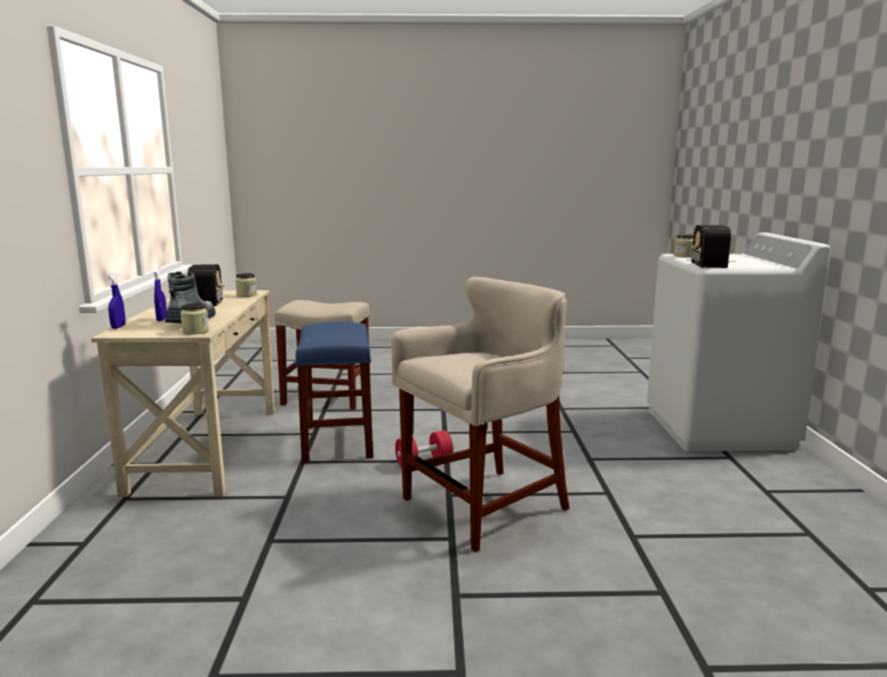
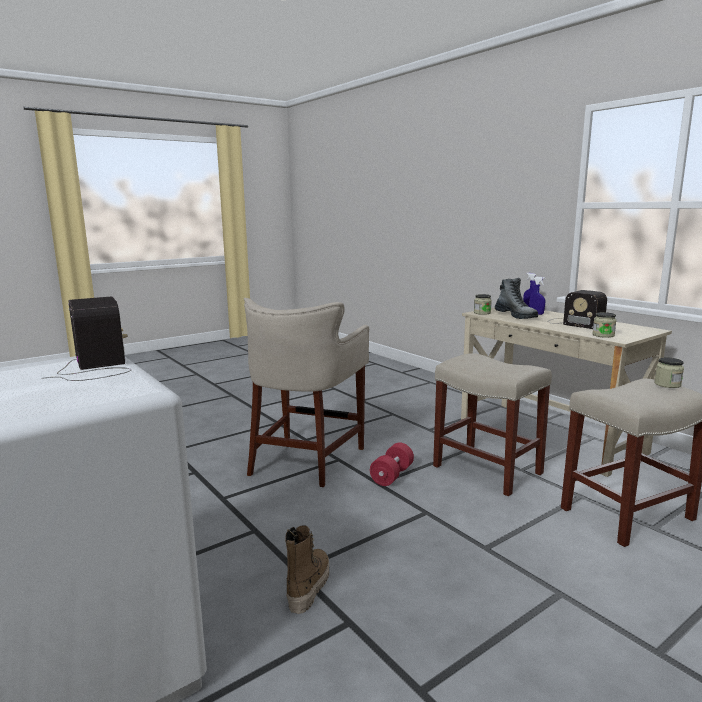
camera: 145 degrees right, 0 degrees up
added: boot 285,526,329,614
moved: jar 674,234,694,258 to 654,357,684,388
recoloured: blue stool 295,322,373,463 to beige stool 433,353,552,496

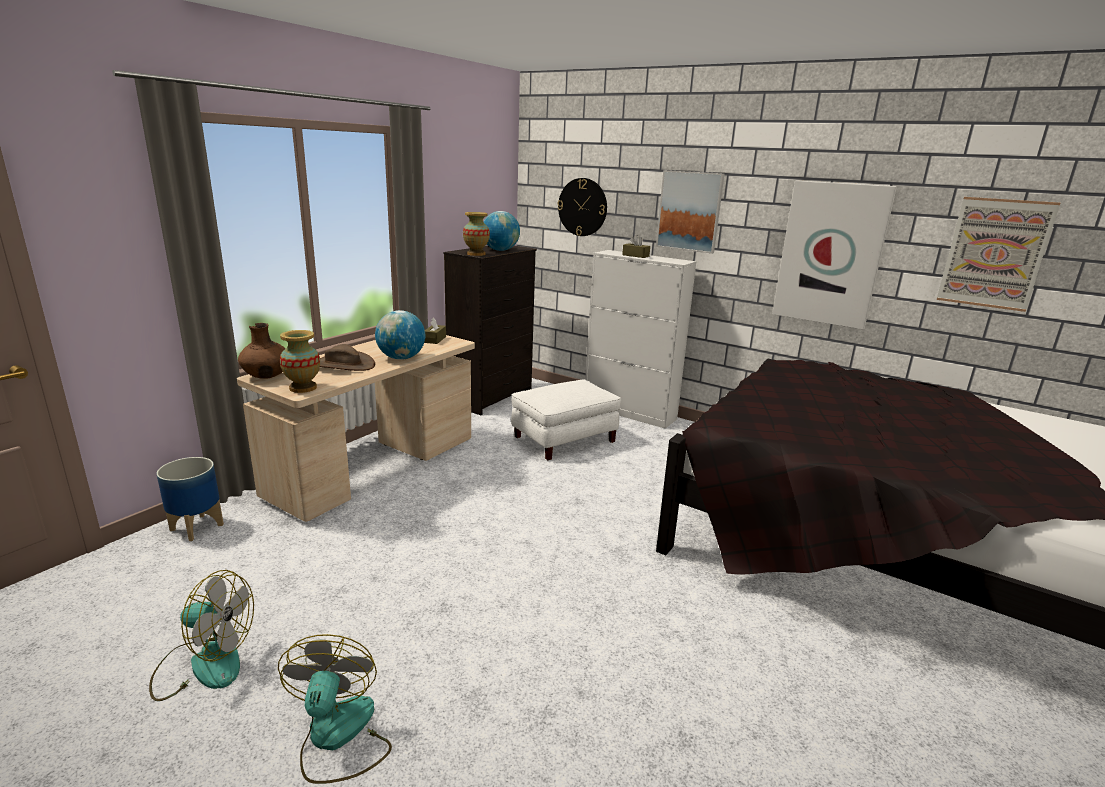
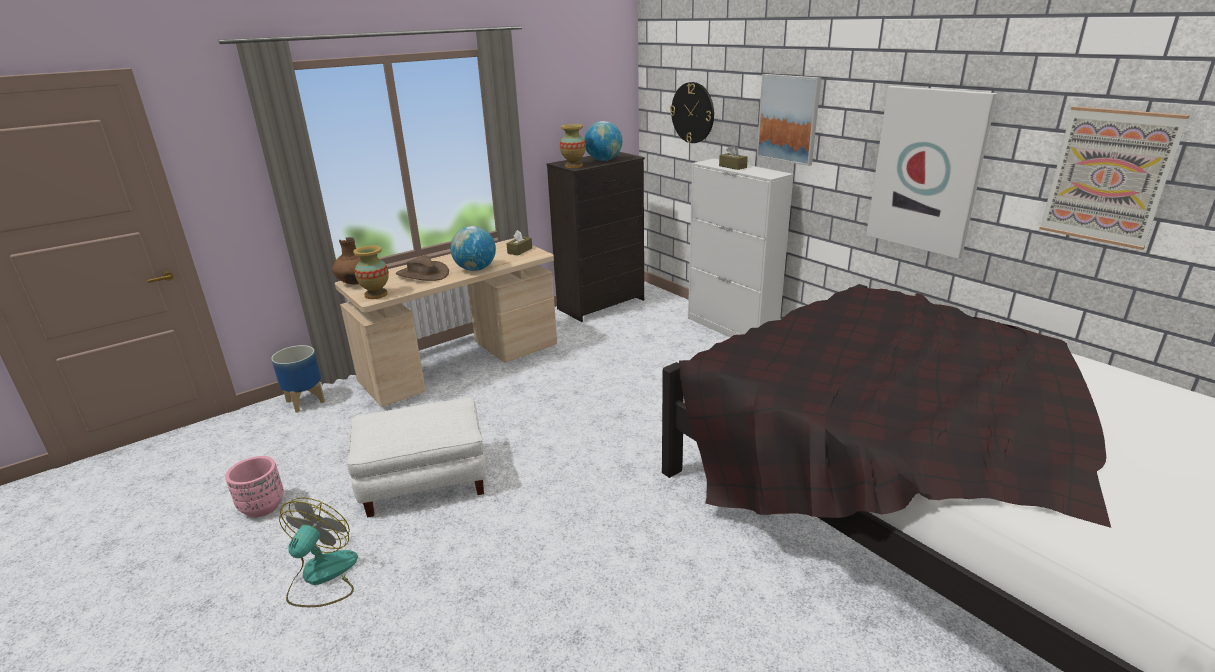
camera: 20 degrees right, 5 degrees up
moved: white ottoman 511,379,621,460 to 347,397,486,517
replaced: fan 149,570,254,701 to pink planter 225,456,284,518

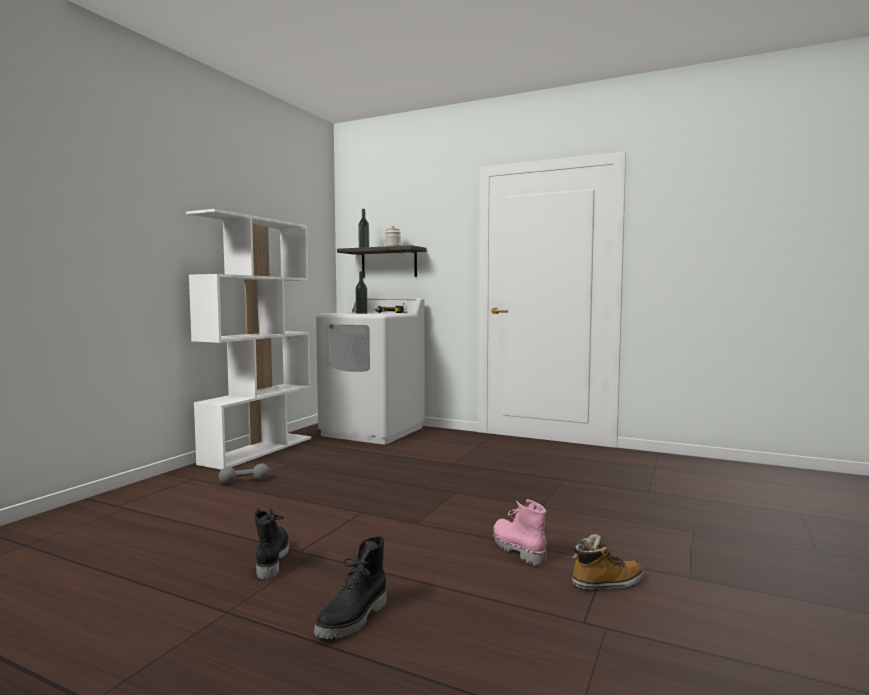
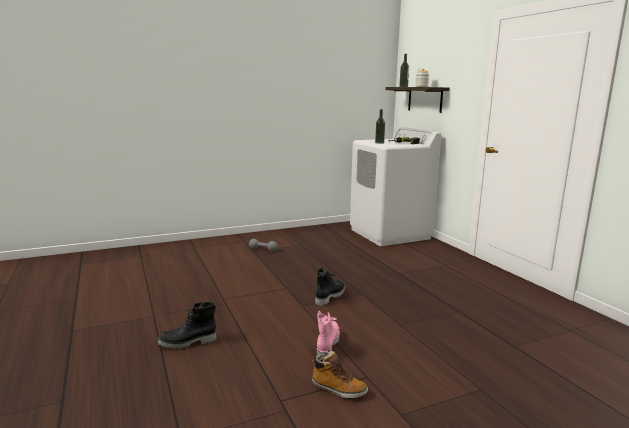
camera: 40 degrees right, 10 degrees up
removed: white bookcase 186,209,311,470
moved: black boot 255,508,289,579 to 315,267,345,306

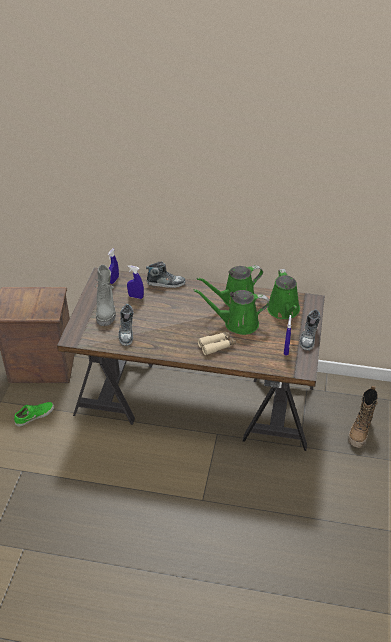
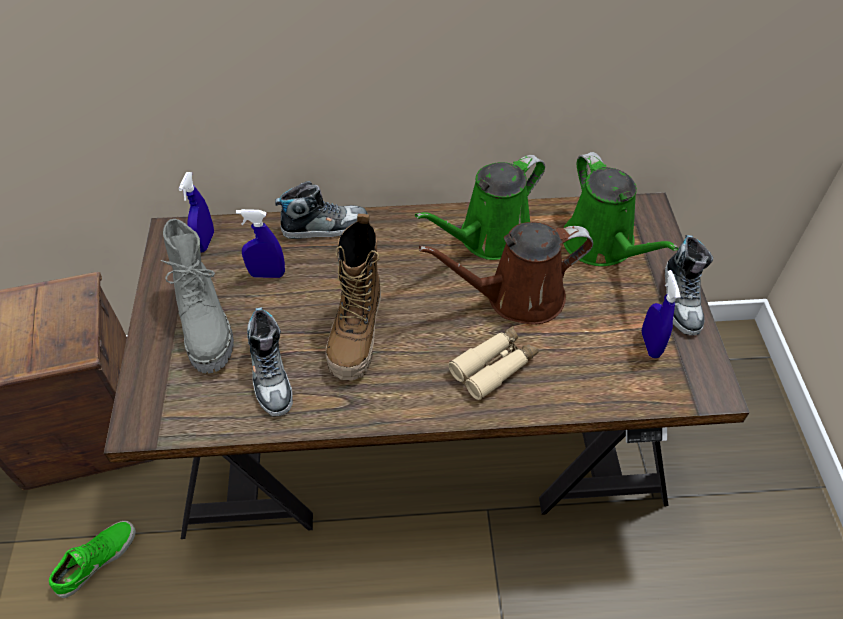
camera: 15 degrees left, 10 degrees up
moved: boot 348,386,378,448 to 326,214,381,381
recoloured: green watering can 194,289,269,335 to brown watering can 419,222,593,325

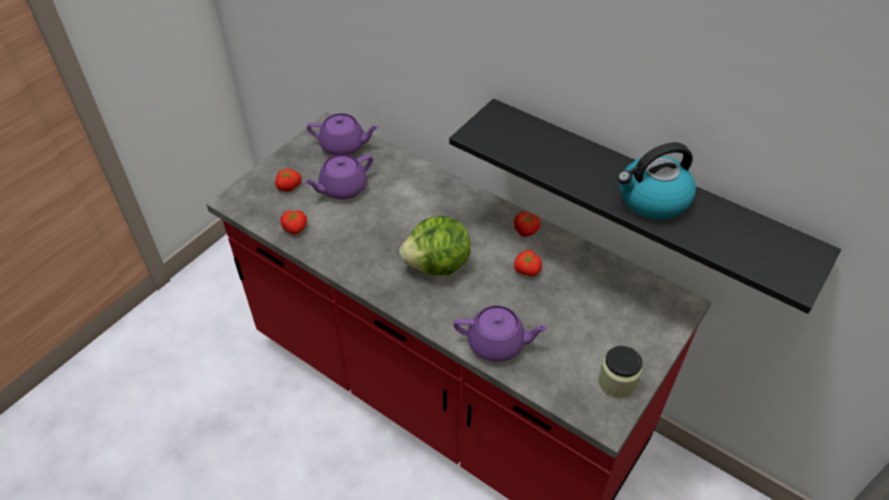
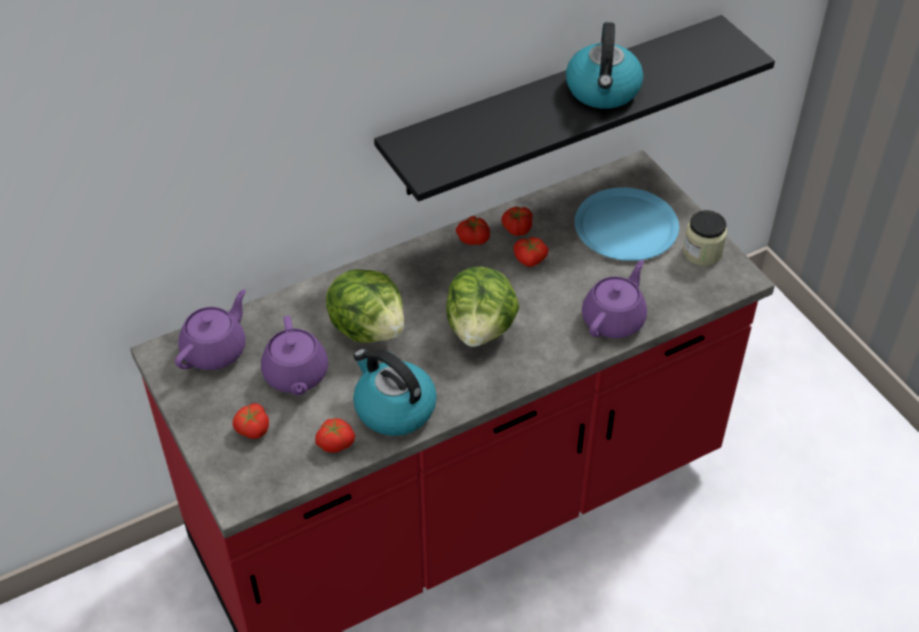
camera: 65 degrees left, 0 degrees up
added: blue plate 575,187,679,261; tomato 501,207,533,236; lettuce 326,269,404,343; kettle 353,349,437,436

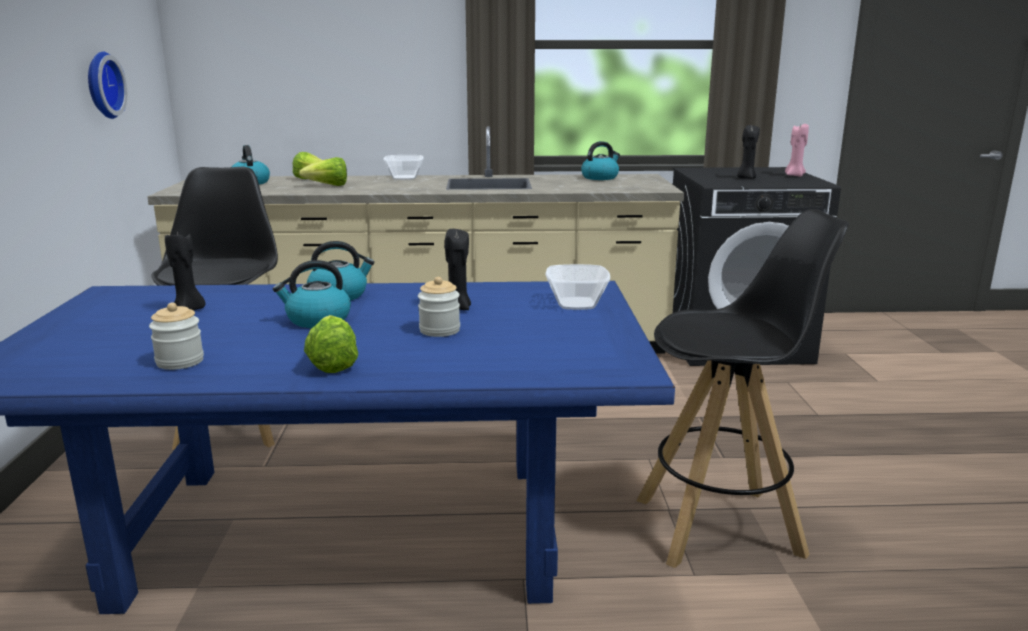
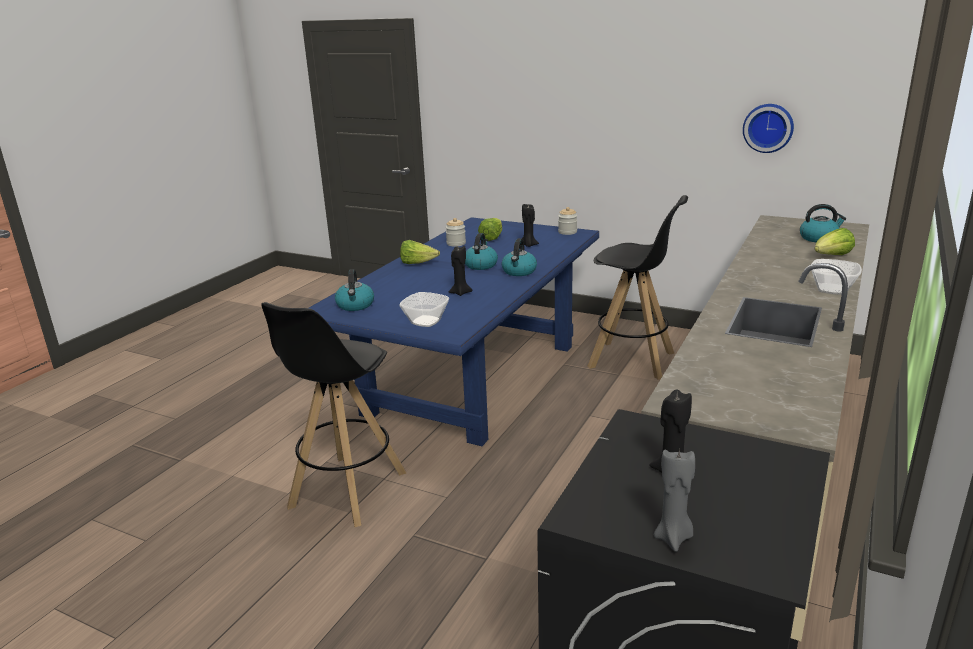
camera: 120 degrees right, 5 degrees up
moved: kettle 581,141,620,180 to 335,269,374,311; lettuce 299,157,347,186 to 478,218,502,241; jar 418,277,460,337 to 558,207,577,235
recoloured: pink candle 785,124,809,177 to grey candle 654,447,695,552

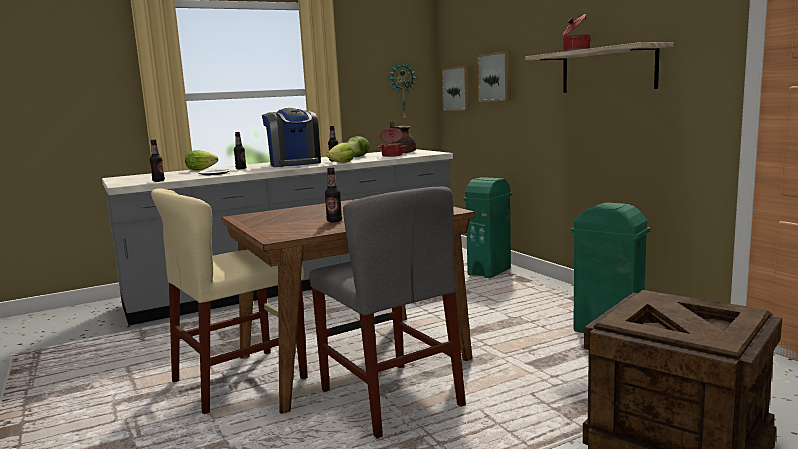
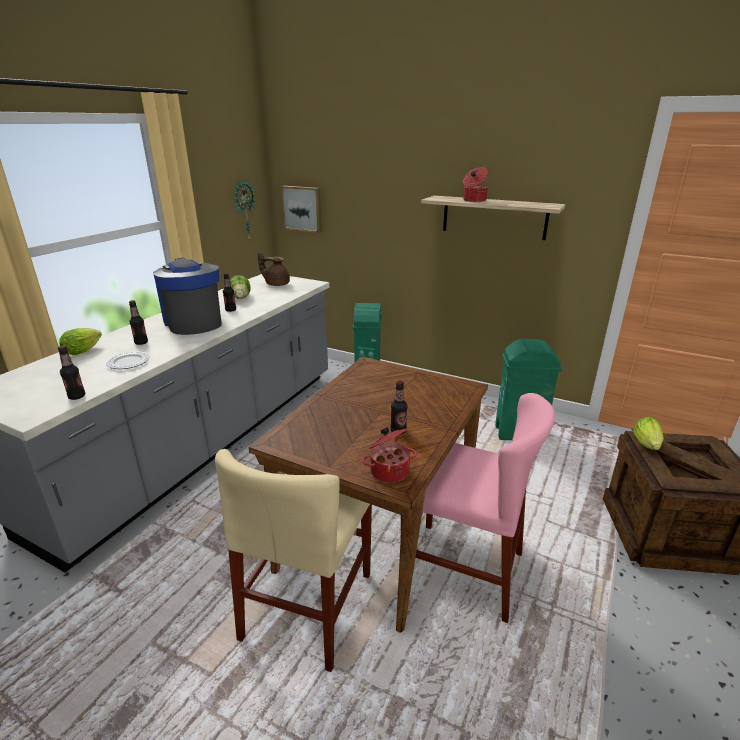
camera: 35 degrees left, 15 degrees up
removed: picture 477,51,511,102
moved: cooking pot 378,128,406,157 to 362,427,417,483; lettuce 327,143,355,163 to 633,417,664,450
recoloured: grey chair 309,186,466,439 to pink chair 401,393,555,623
turned: coffee machine 262,108,321,167 = 153,258,222,335 150 degrees counterclockwise

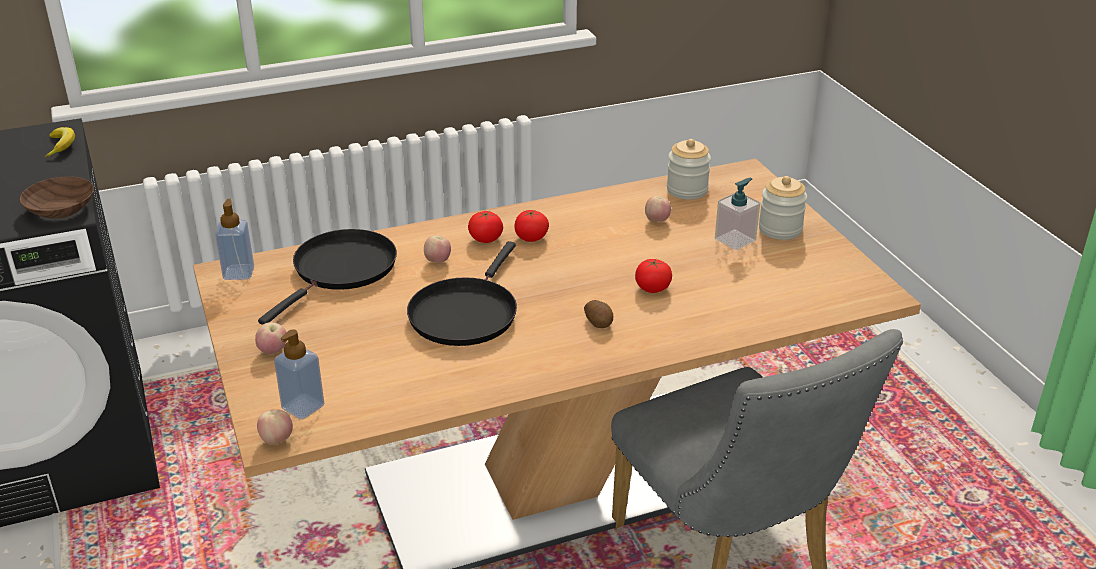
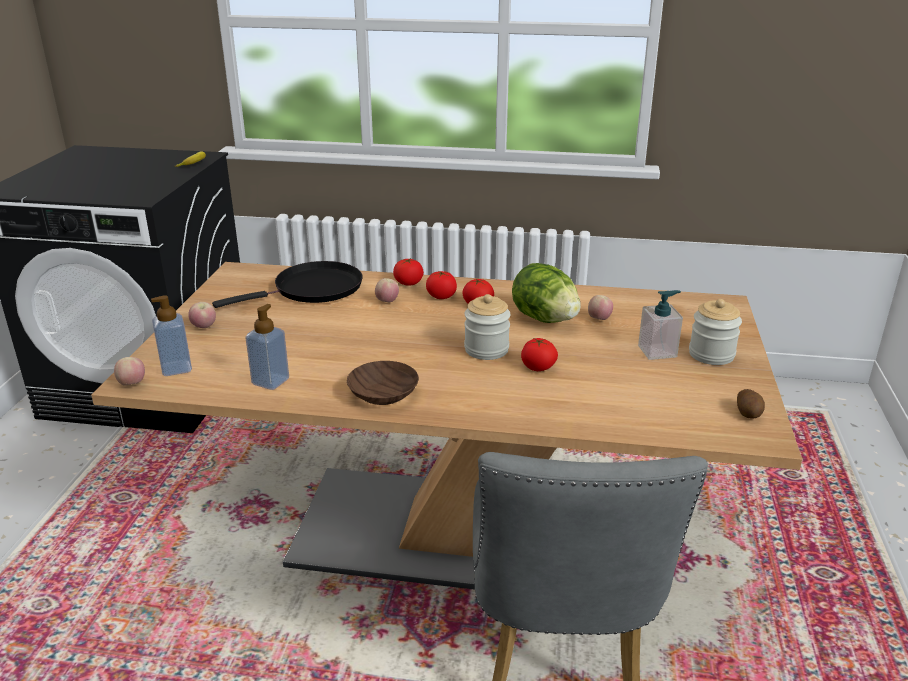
camera: 30 degrees right, 5 degrees down
removed: black frying pan 407,241,517,346
added: tomato 393,258,424,286; lettuce 512,263,581,323
moved: jar 667,139,711,200 to 464,294,510,360; brown bowl 20,176,94,219 to 347,361,419,405; soap dispenser 215,199,254,280 to 245,304,289,390; potato 584,300,613,328 to 737,389,765,419

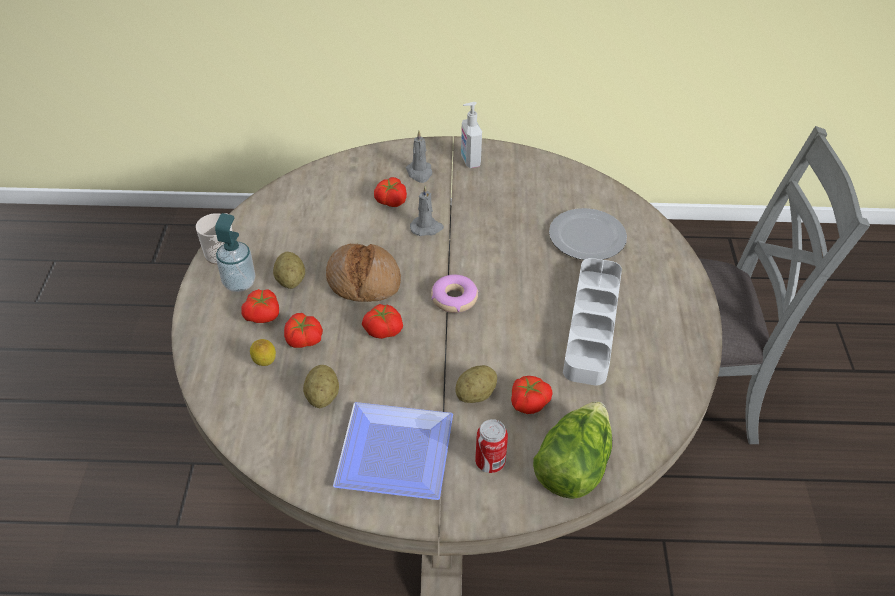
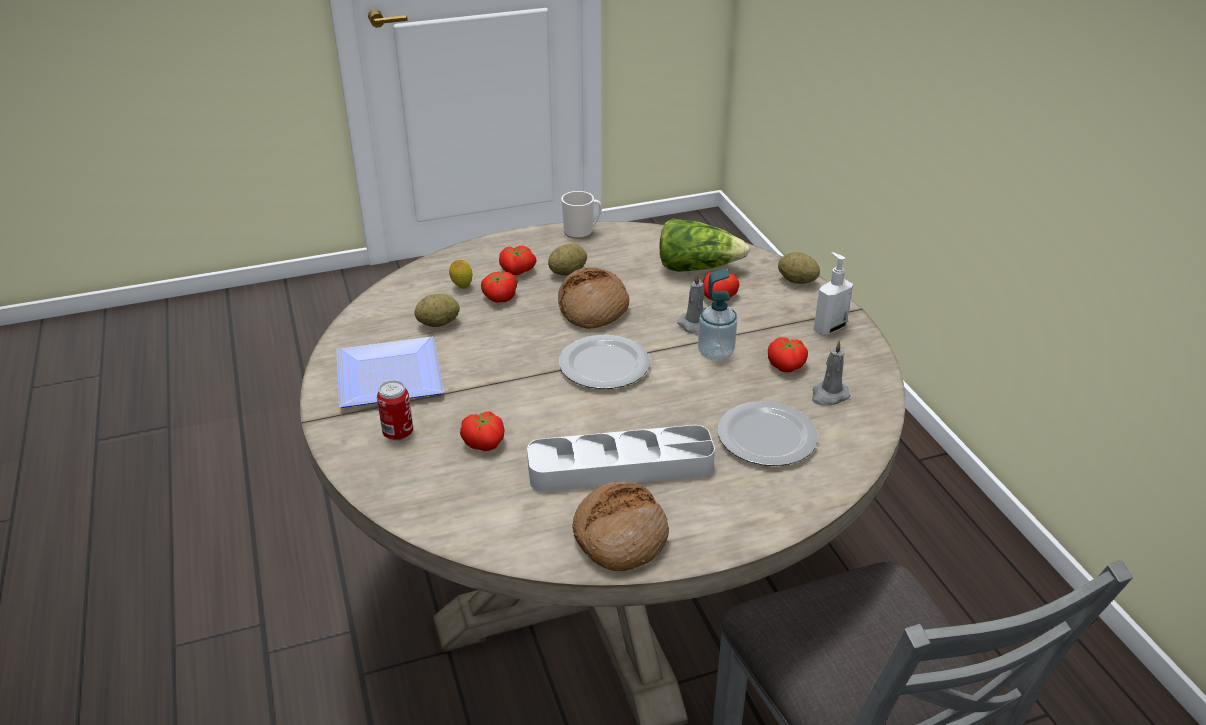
camera: 70 degrees right, 10 degrees down
added: bread 572,482,669,571
moved: grey candle 406,130,432,183 to 812,340,850,405; soap dispenser 215,213,255,292 to 698,268,737,361; tomato 362,304,403,339 to 768,337,808,373; potato 455,365,497,403 to 778,252,820,284; lettuce 533,401,612,499 to 659,218,750,271
replaced: donut 431,274,478,313 to plate 559,335,650,389

